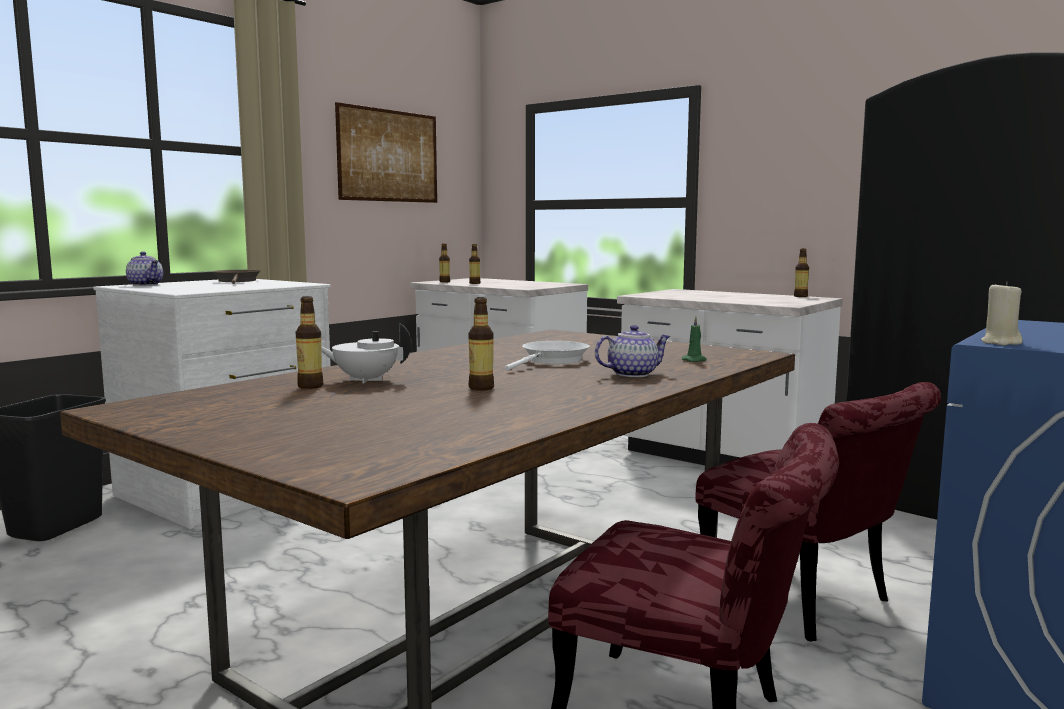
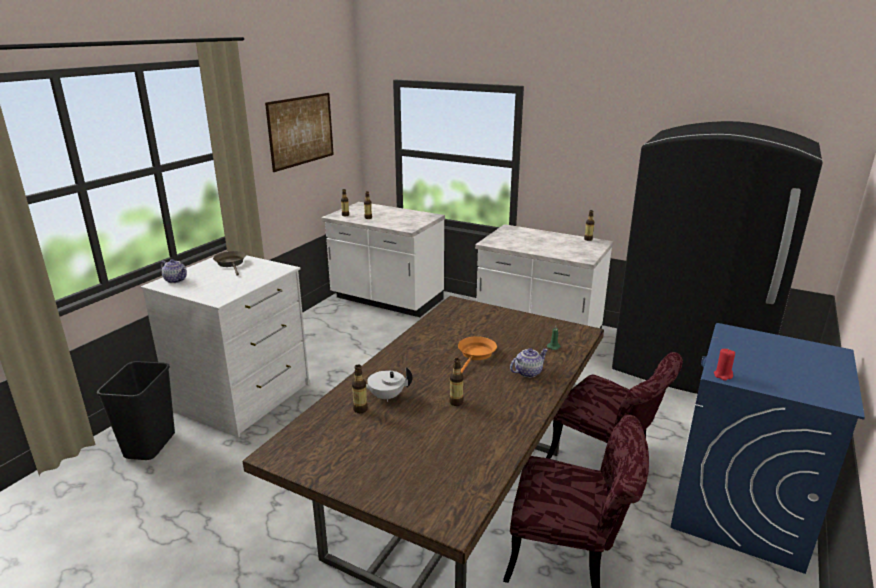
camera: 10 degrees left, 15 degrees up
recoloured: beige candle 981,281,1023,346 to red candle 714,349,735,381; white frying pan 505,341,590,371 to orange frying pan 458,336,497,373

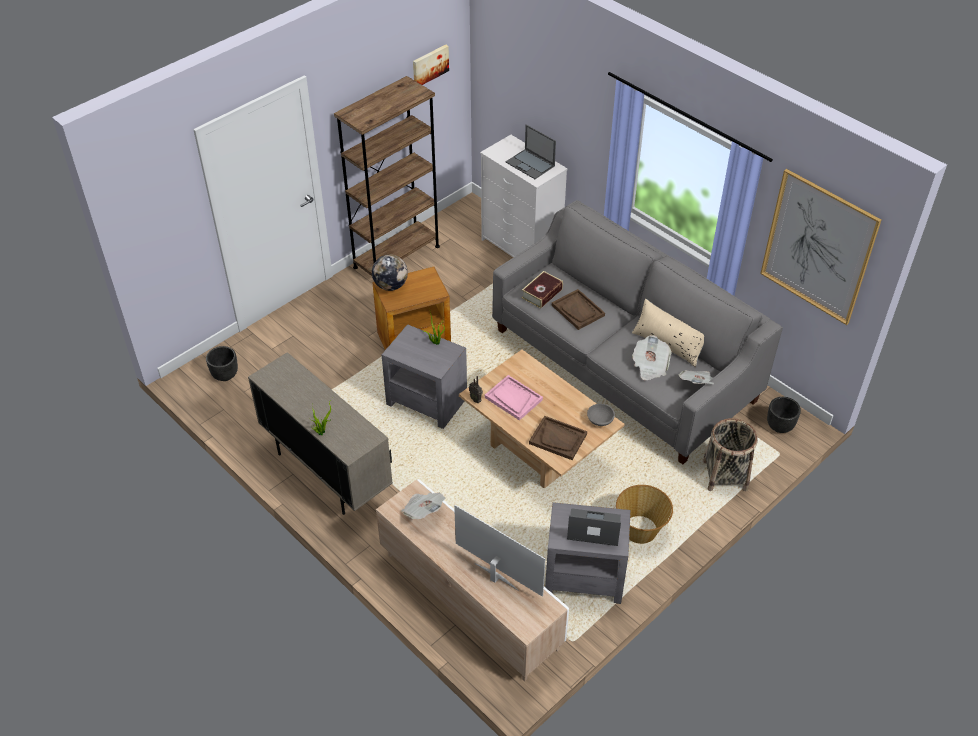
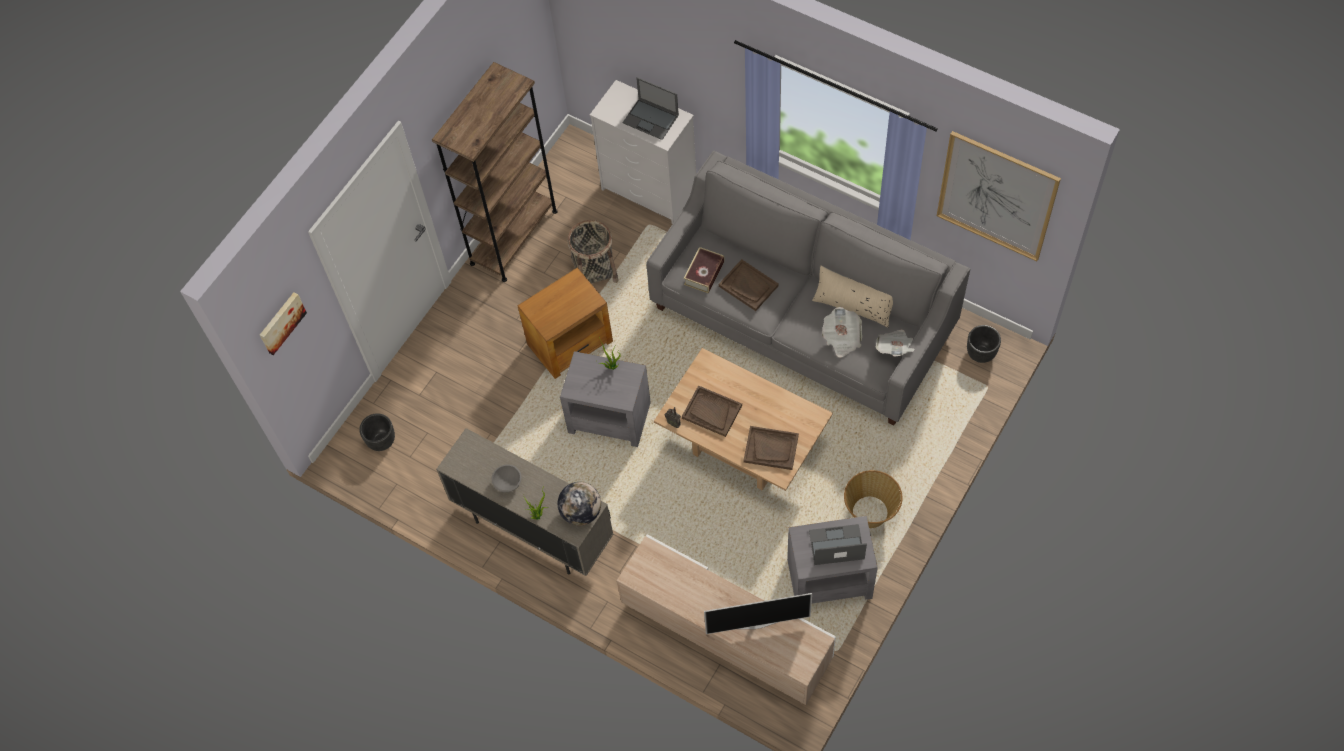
camera: 10 degrees left, 15 degrees up
removed: newspaper 401,492,446,519
moved: picture 413,44,449,85 to 260,292,307,355; globe 372,255,408,291 to 558,482,601,526; grey bowl 587,404,615,426 to 491,464,522,492; basket 703,418,758,491 to 567,220,618,283
recoloured: pink tray 485,375,543,421 to brown tray 682,386,742,437
turned: television 454,505,545,597 = 704,593,812,634 150 degrees clockwise

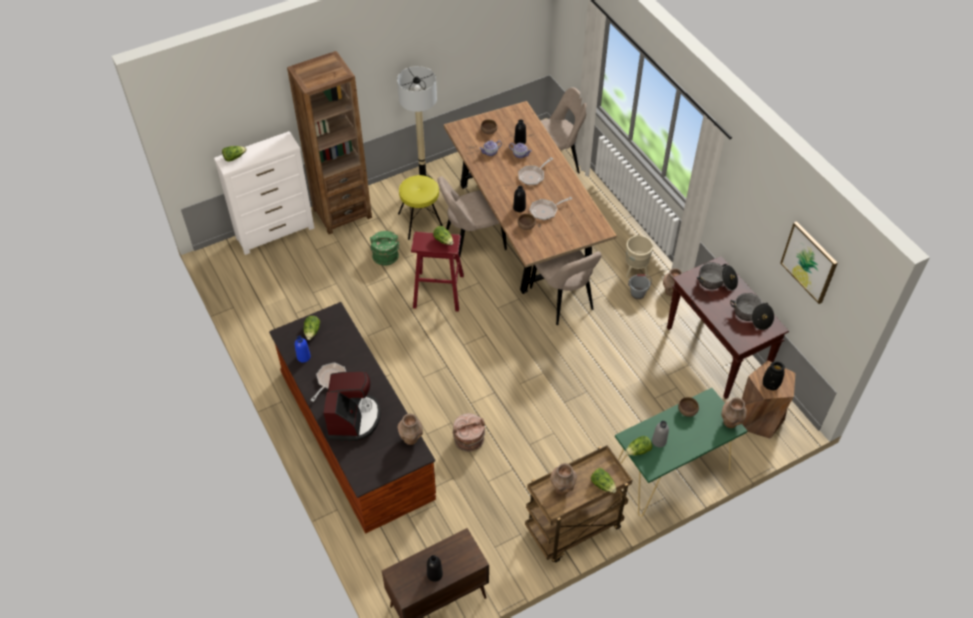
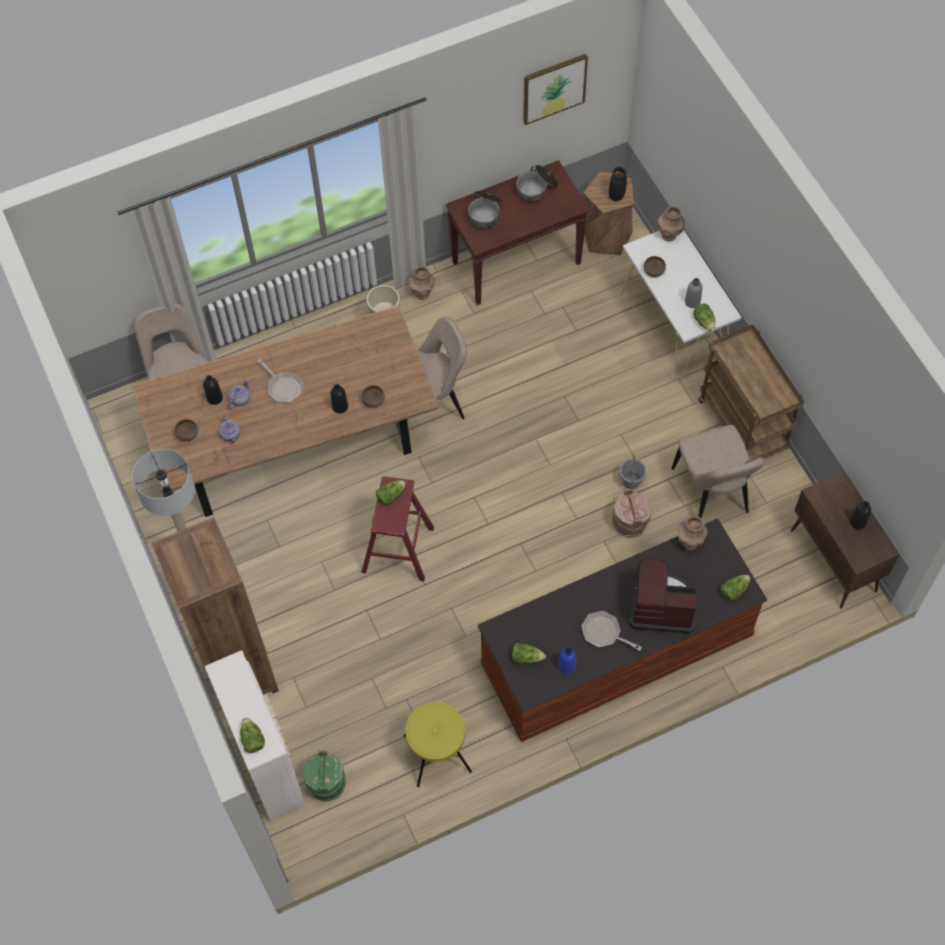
camera: 85 degrees left, 10 degrees up
removed: frying pan 530,197,572,221; brown vase 550,463,577,494
moved: yellow stool 398,175,443,240 to 403,702,472,787; beige chair 437,176,507,256 to 671,425,765,519; green bucket 370,231,399,266 to 303,751,346,801; grey bucket 628,274,652,299 to 619,454,647,489; lettuce 591,468,617,493 to 720,575,750,601
recoloured: green console table 615,388,747,517 to white console table 621,230,742,384

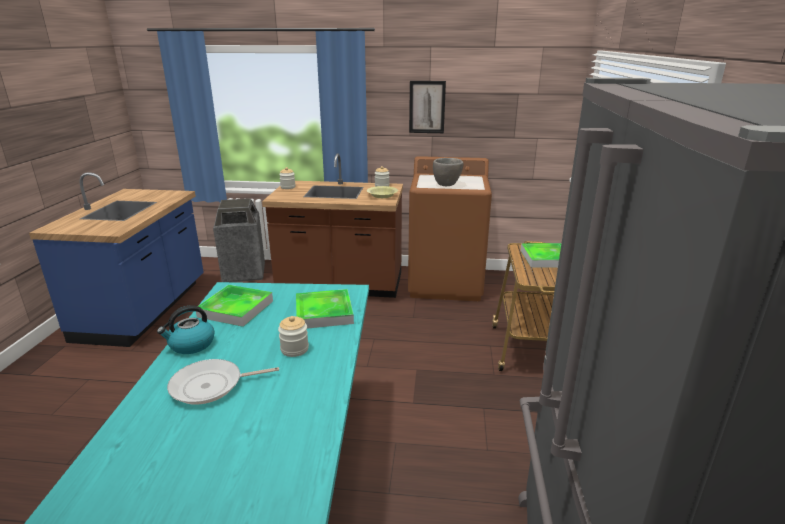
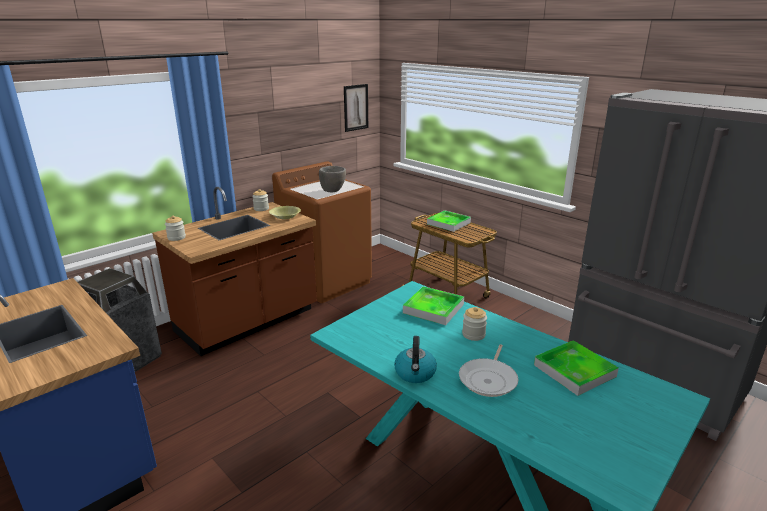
camera: 50 degrees left, 0 degrees up
moved: picture 409,81,446,133 to 344,84,368,132; tray 196,285,273,327 to 534,340,619,396

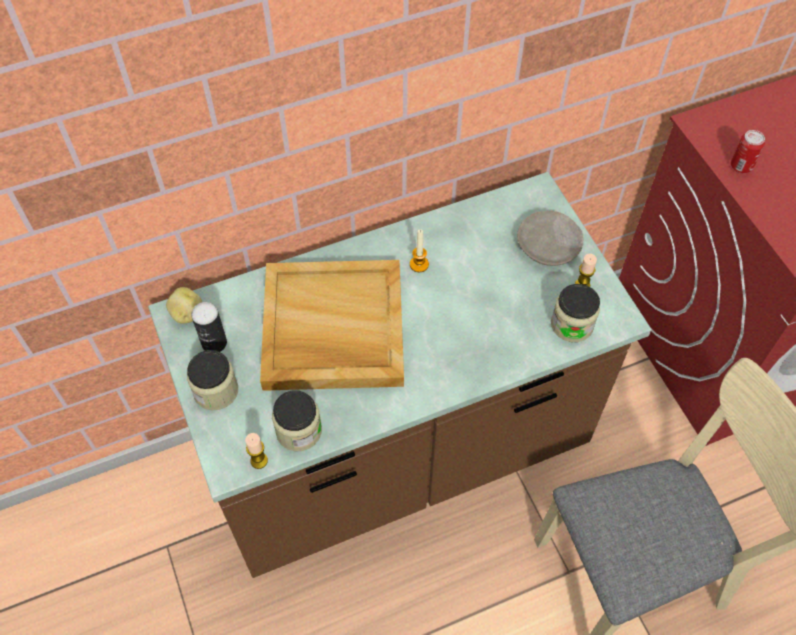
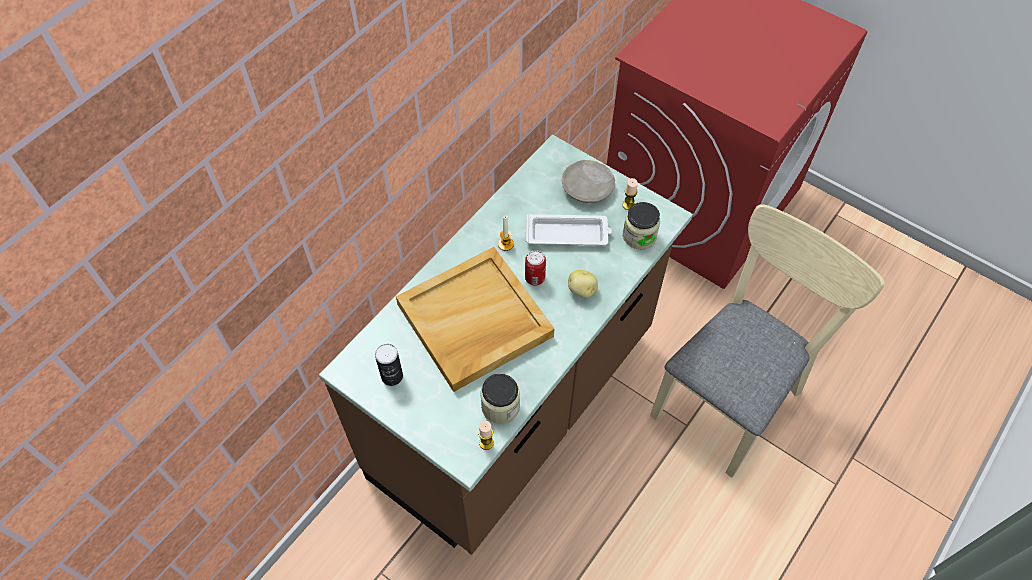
camera: 30 degrees left, 0 degrees up
removed: jar 187,350,238,410
added: white tray 526,214,612,245
moved: can 731,130,765,173 to 525,250,546,286; potato 166,287,202,324 to 568,270,598,298

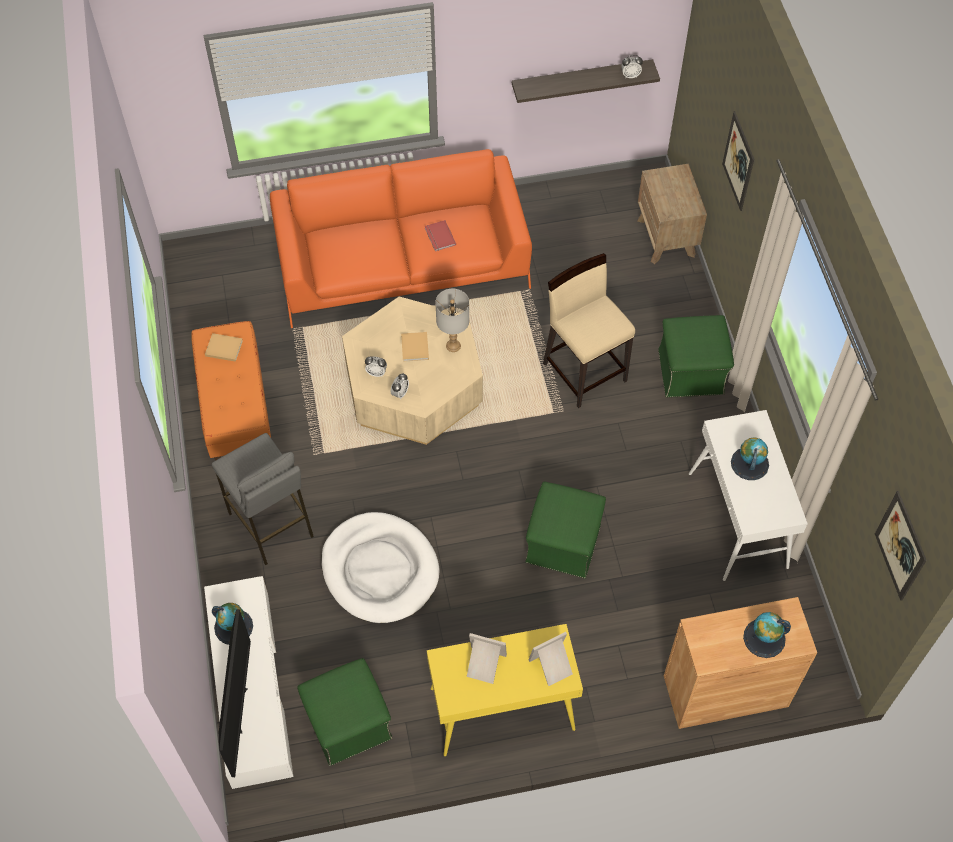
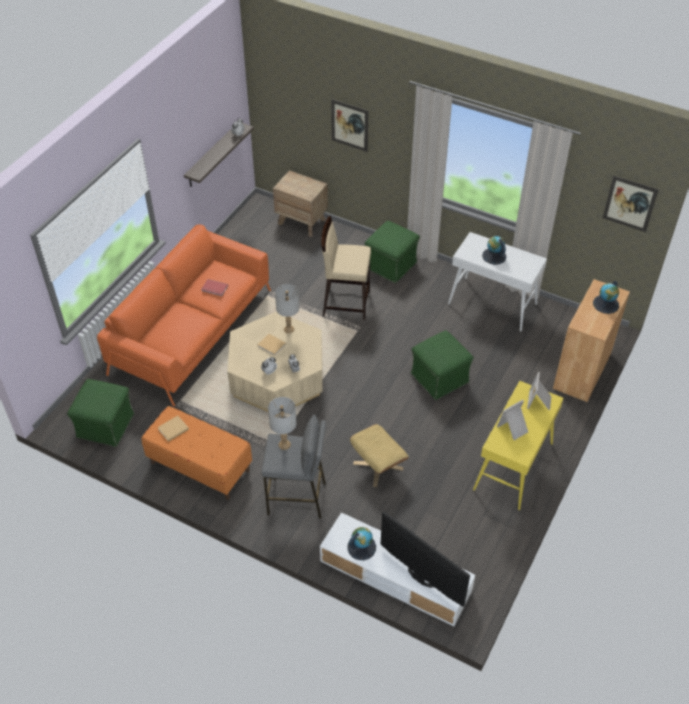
camera: 50 degrees left, 10 degrees down
added: grey table lamp 268,397,296,450
moved: green ottoman 297,658,392,766 to 67,379,134,447
replaced: white dog bed 321,512,440,623 to beige ottoman 350,424,409,487

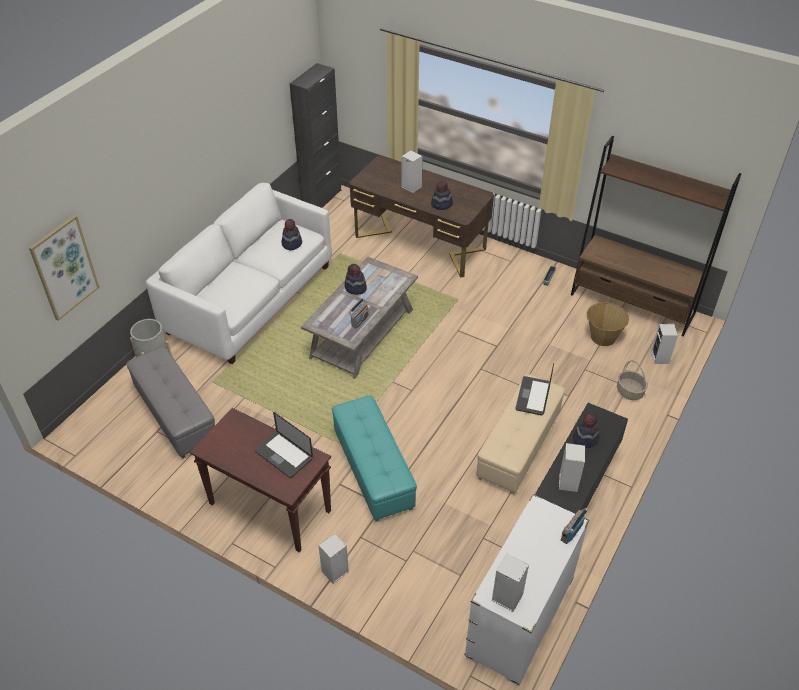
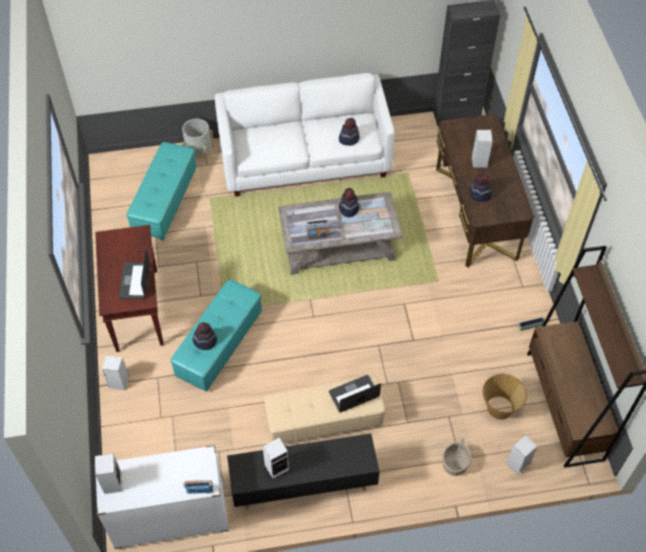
camera: 50 degrees right, 10 degrees up
removed: picture 29,215,99,321
moved: hat 573,412,599,448 to 193,322,217,350
recoloured: grey ottoman 127,347,215,459 to turquoise ottoman 127,142,197,240

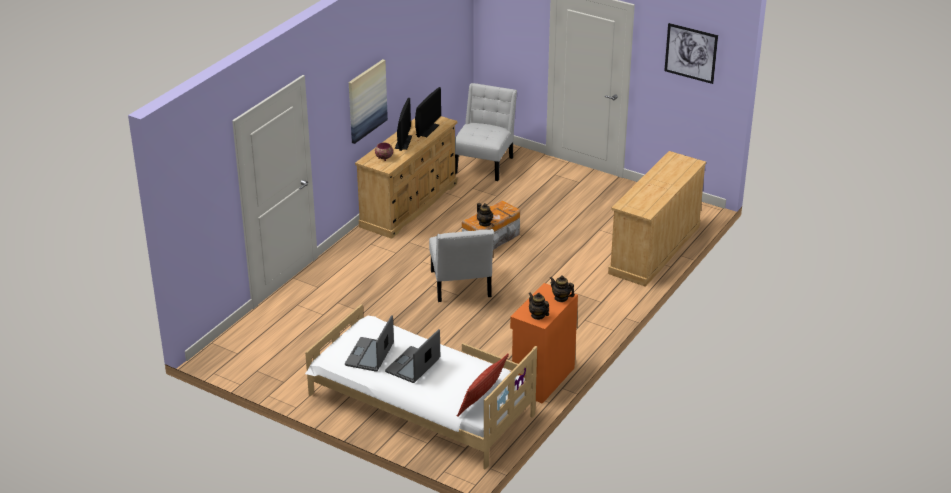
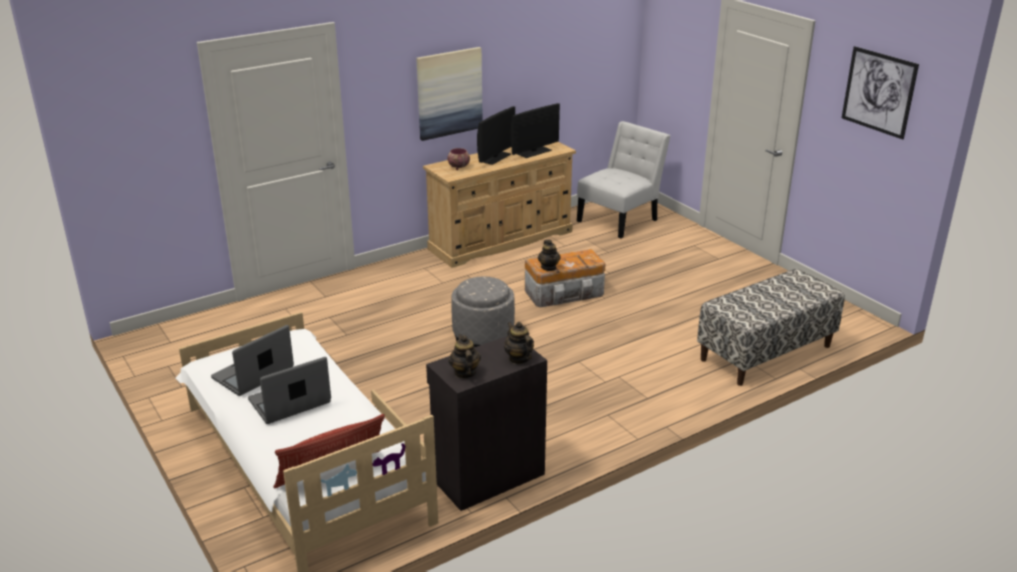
camera: 25 degrees right, 5 degrees down
replaced: beige dresser 608,151,706,287 to bench 697,269,845,386; white chair 429,229,494,302 to grey ottoman 451,277,515,347
recoloured: orange cabinet 510,283,578,404 to black cabinet 426,336,547,511

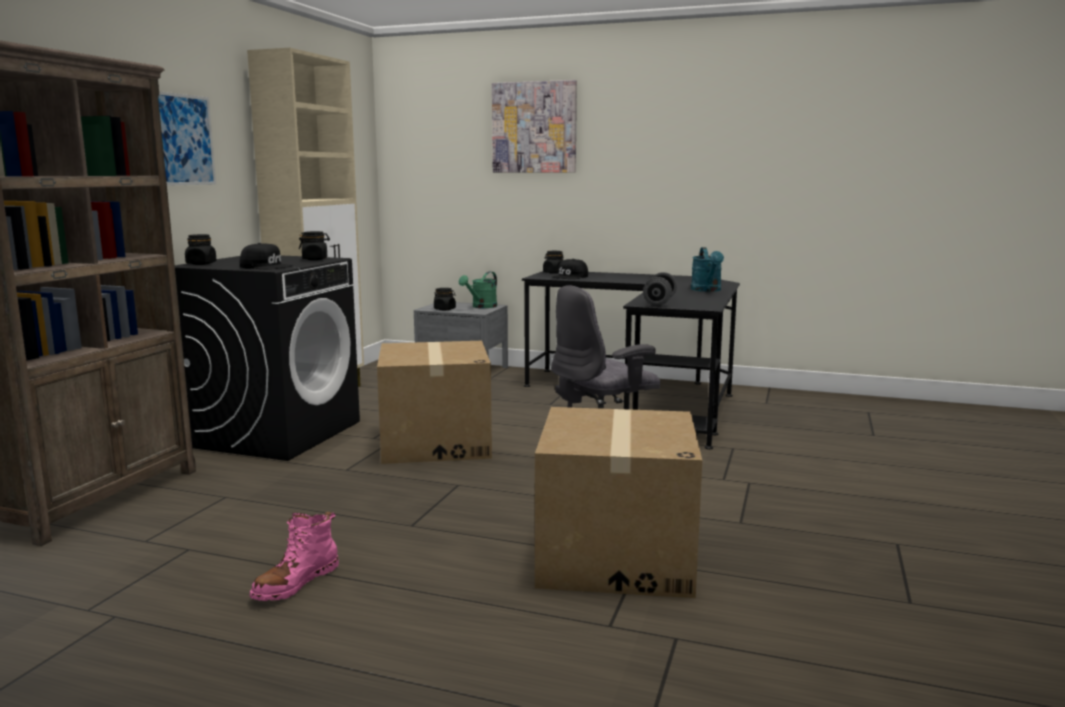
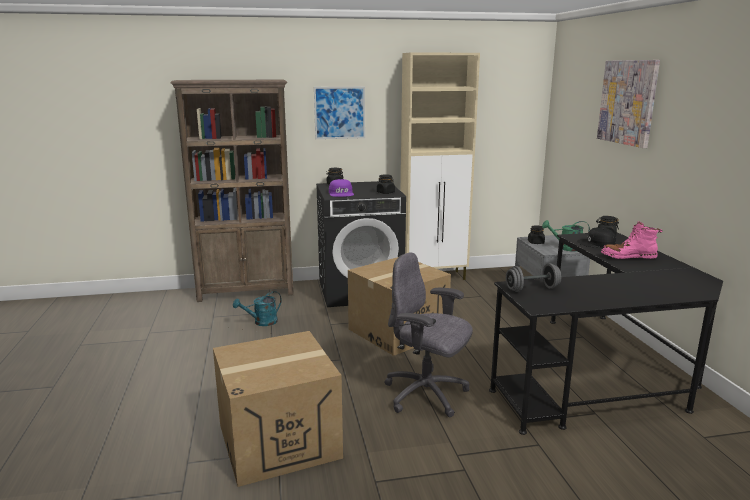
camera: 60 degrees right, 5 degrees up
moved: turquoise watering can 691,247,724,292 to 233,291,282,326; pink boot 250,512,339,601 to 601,221,662,259
recoloured: black cap 240,243,294,269 to purple cap 329,179,354,197

